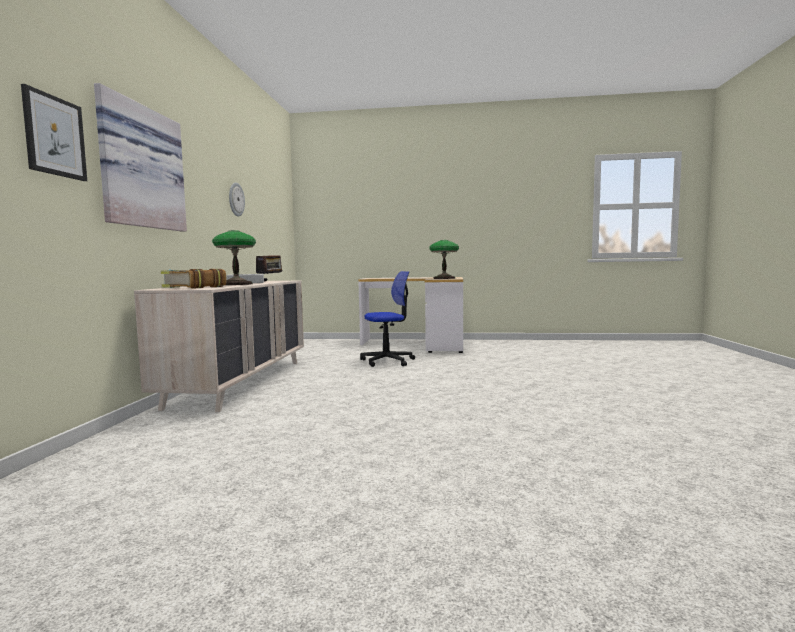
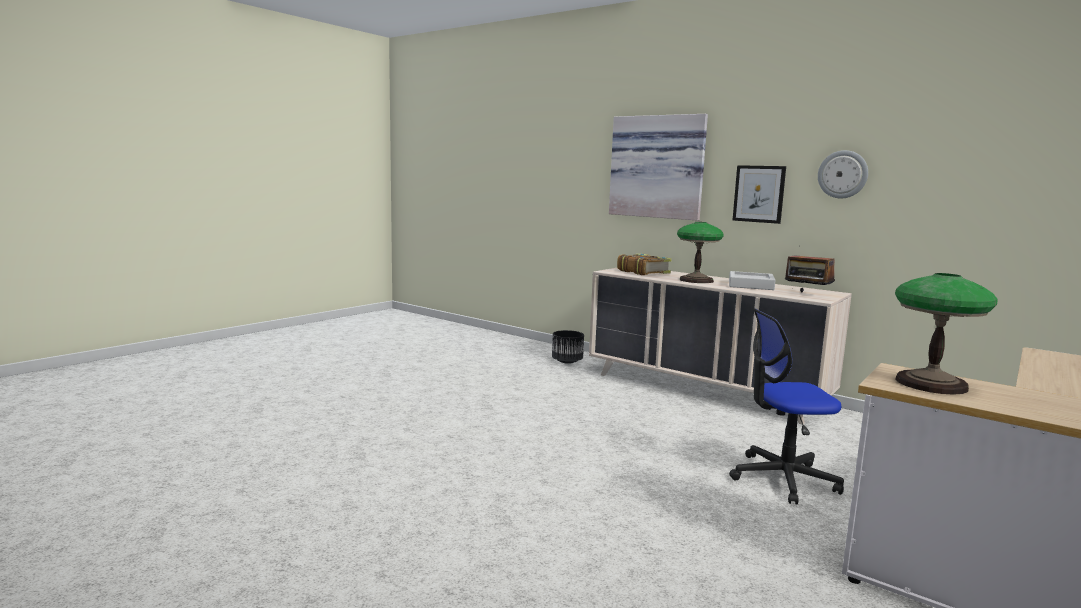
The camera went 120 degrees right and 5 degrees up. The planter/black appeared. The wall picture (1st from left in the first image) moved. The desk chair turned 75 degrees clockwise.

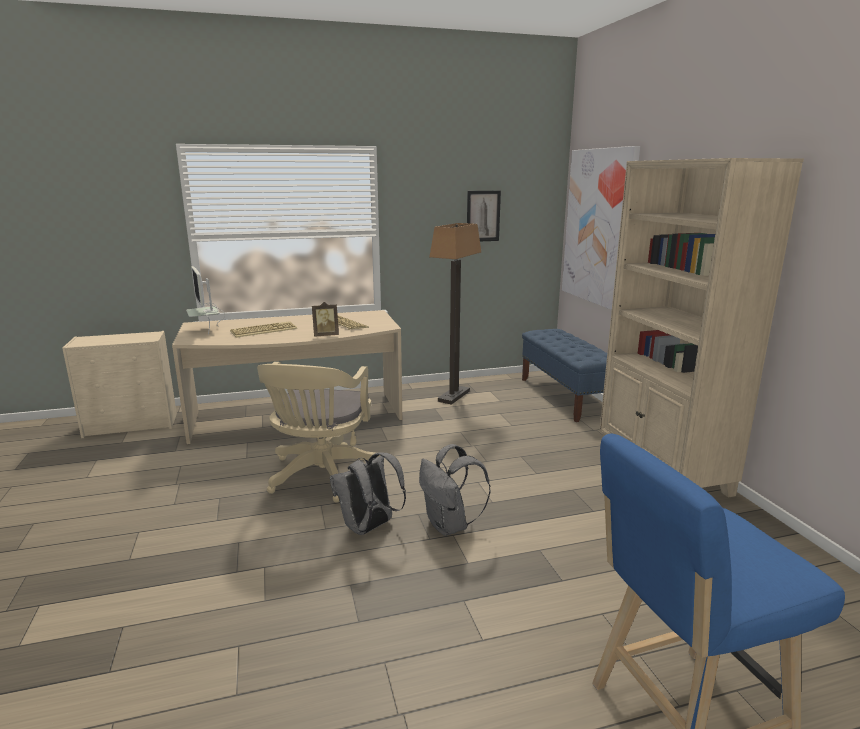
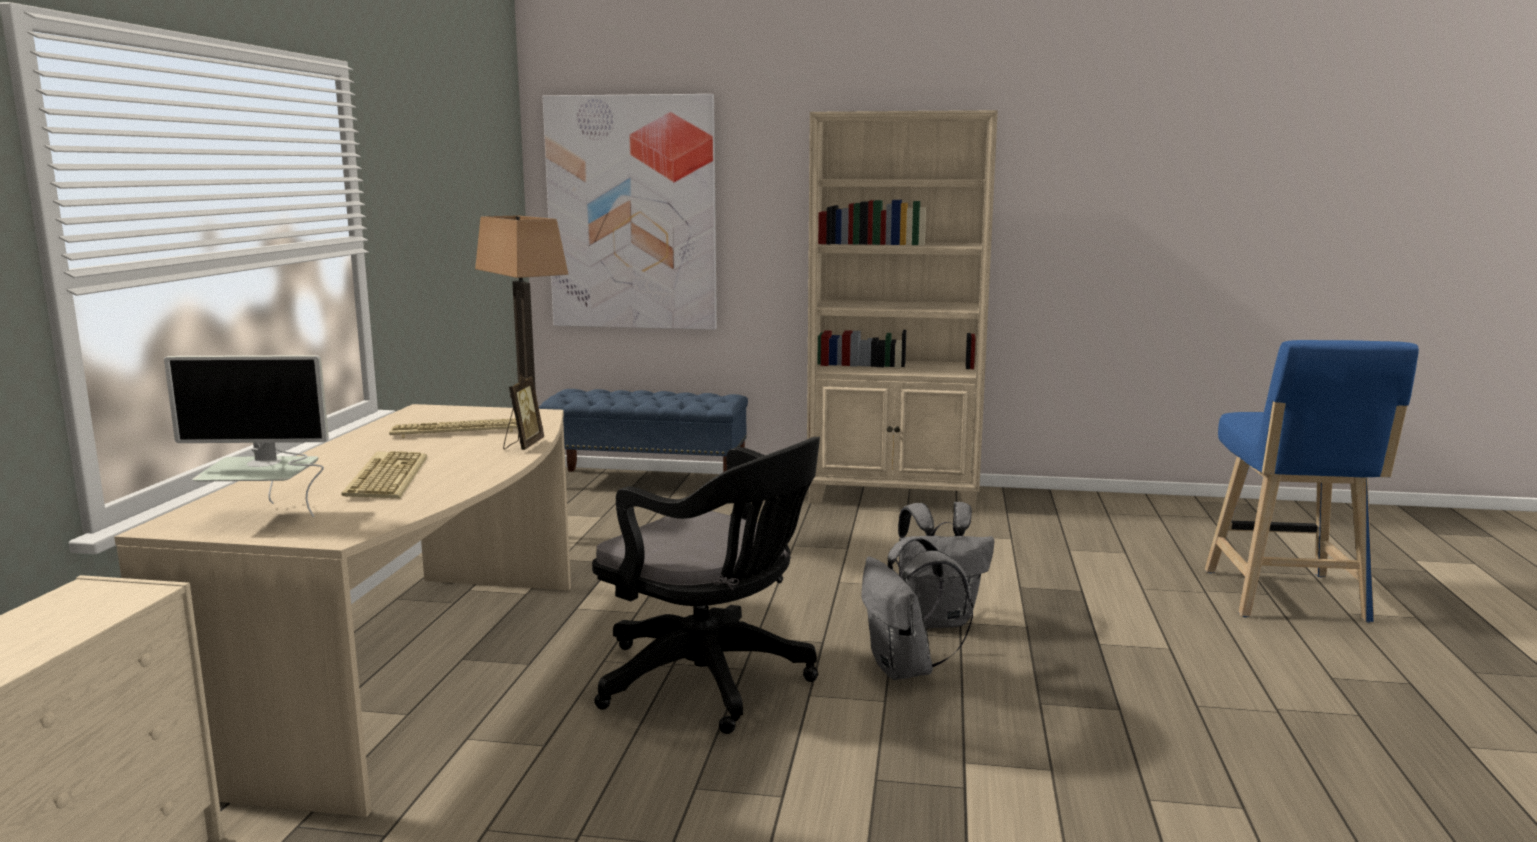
The camera went 65 degrees left and 5 degrees down. The wall picture (1st from left) disappeared. The desk chair/beige became the desk chair/black.

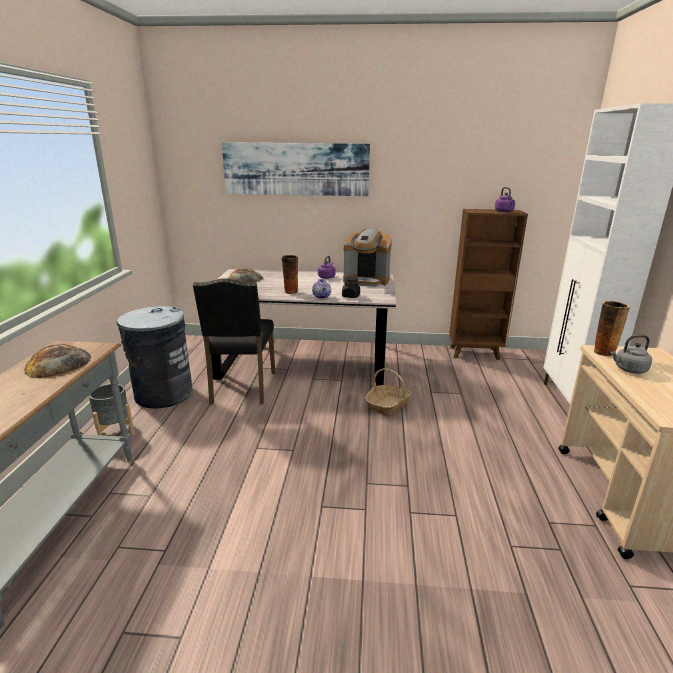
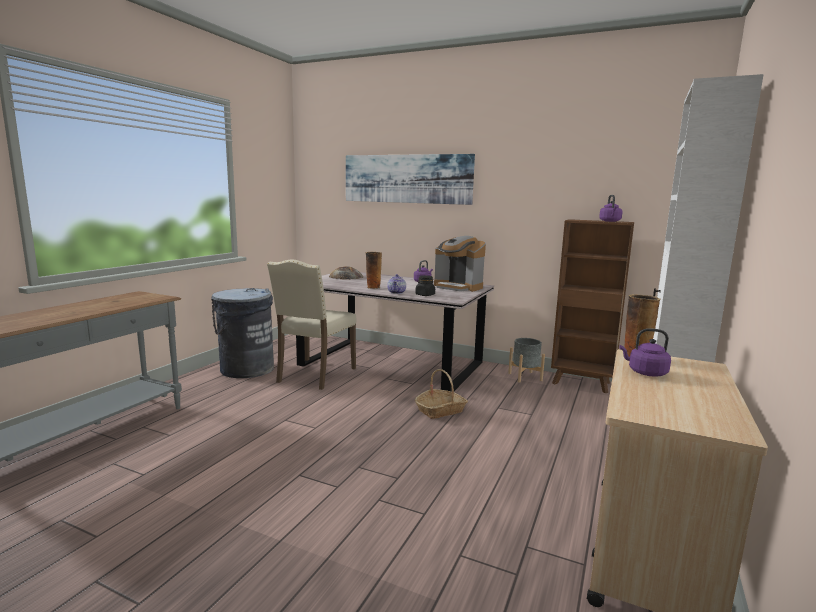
The camera went 20 degrees right and 10 degrees down. The bakery bread (1st from left) disappeared. The planter/greyish moved. The chair/black became the chair/beige. The water kettle/greyish became the water kettle/purple (3rd from left).

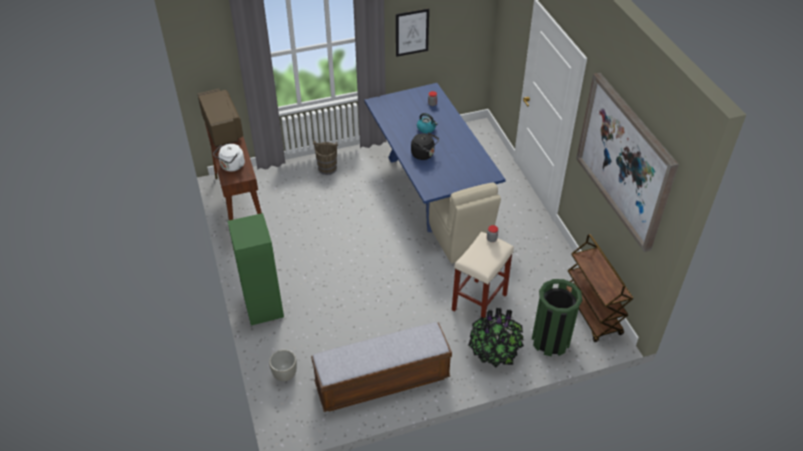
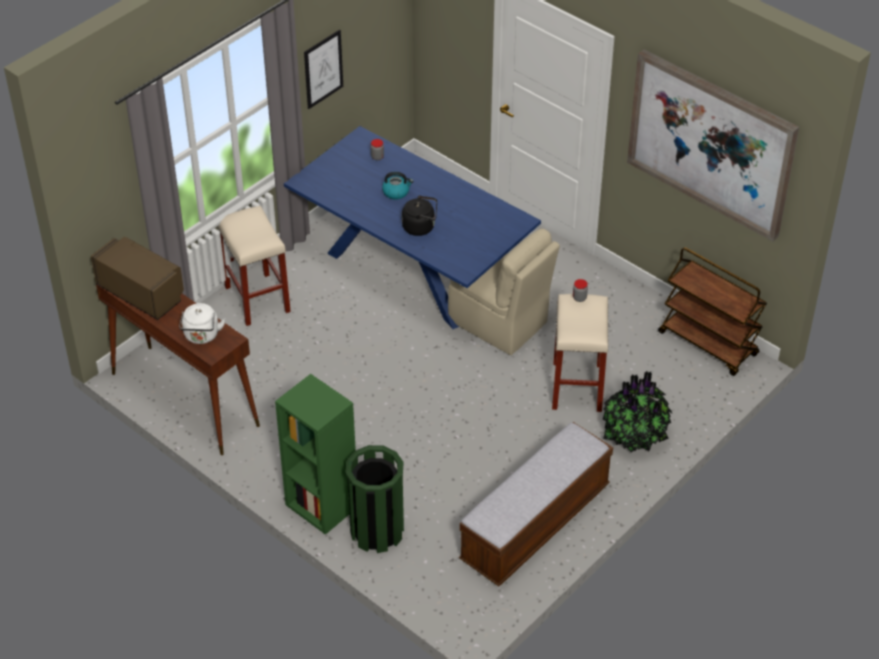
The camera went 30 degrees left and 0 degrees up. The planter/greyish disappeared. The rubbish bin/green-coloured moved. The bucket/brown-coloured was replaced by the stool seat/beige (1st from left).

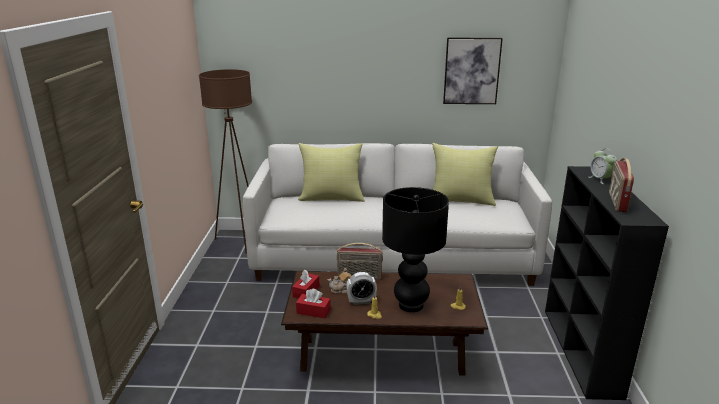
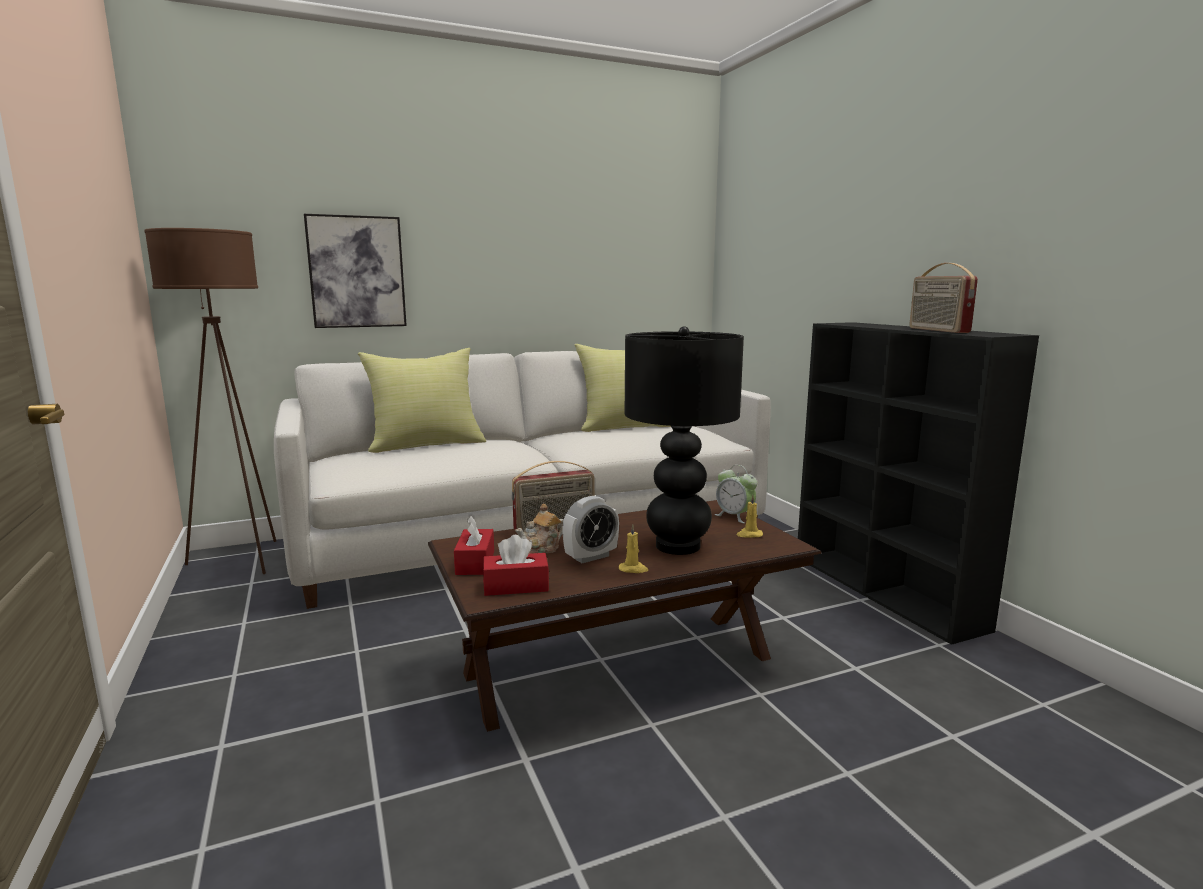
The camera went 25 degrees left and 10 degrees down. The wall picture moved. The bedside clock (2nd from left) moved.

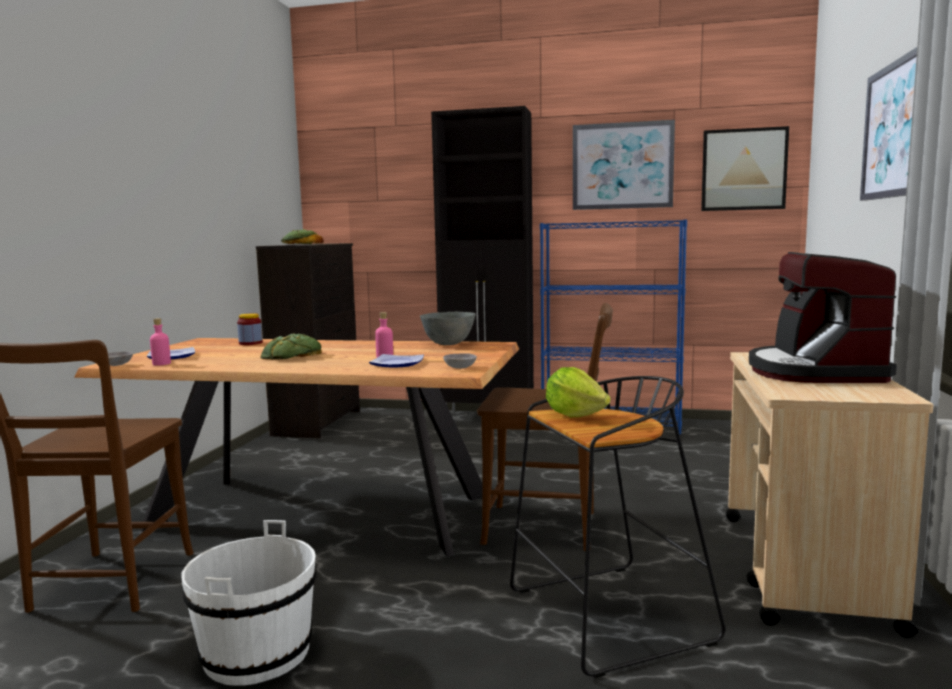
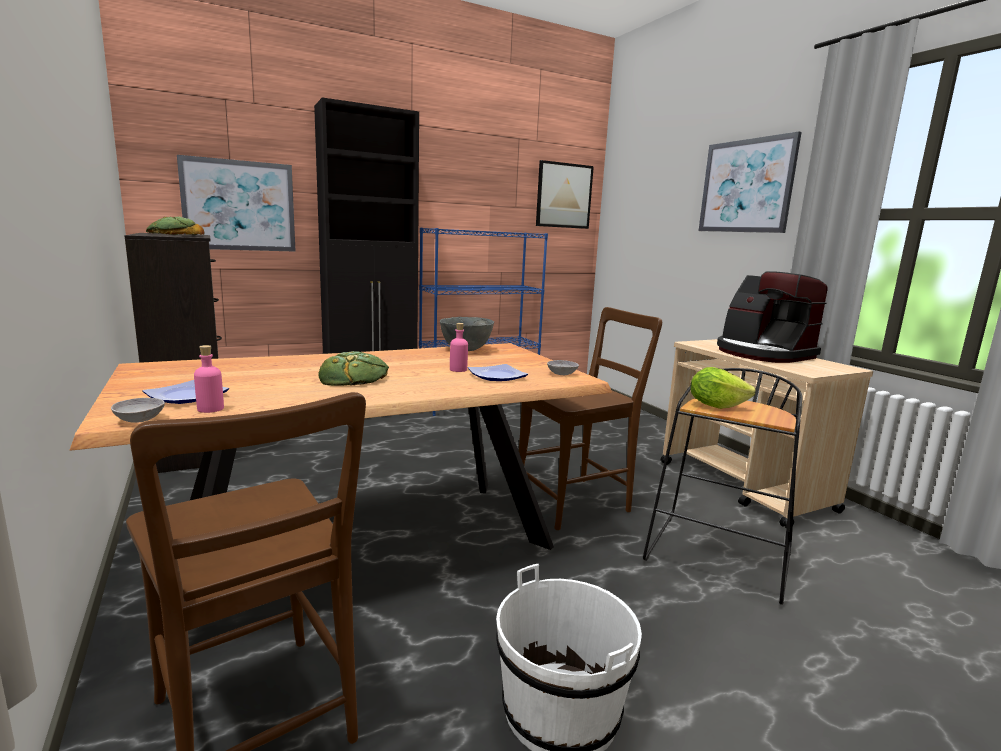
The camera went 40 degrees left and 5 degrees up. The jar disappeared. The wall picture (1st from left) moved.

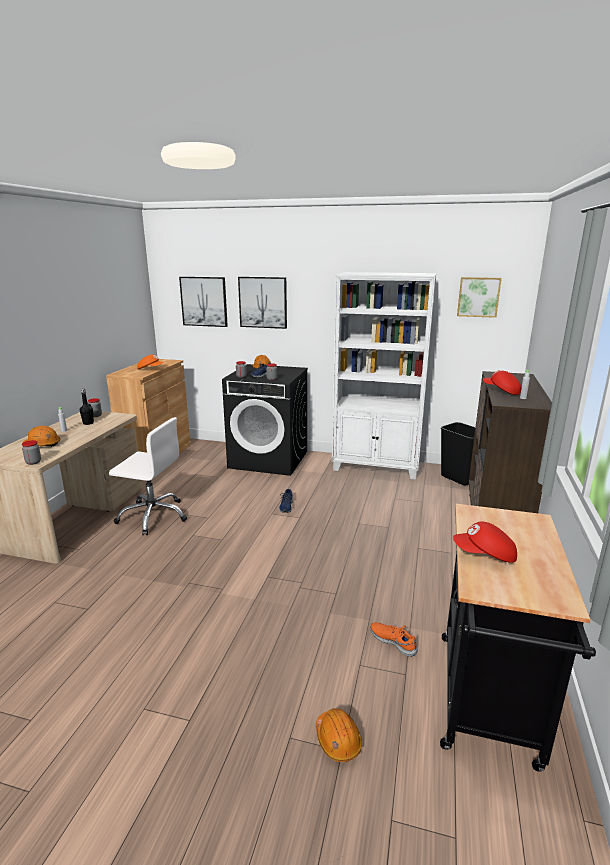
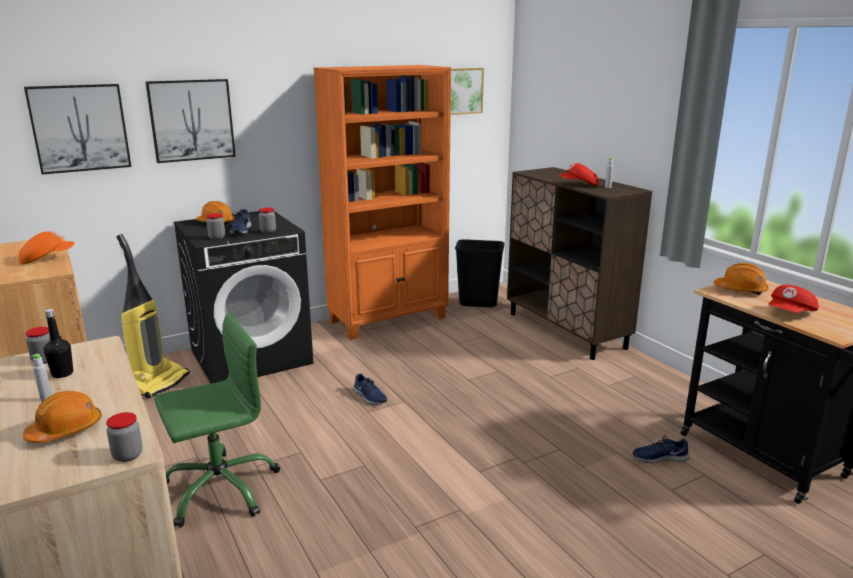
The camera went 45 degrees left and 0 degrees up. The hoover appeared. The hard hat/orange-coloured (3rd from left) moved. The desk chair/white-coloured became the desk chair/green-coloured. The bookcase/white-coloured became the bookcase/orange-coloured. The item of footwear/orange-coloured became the item of footwear/blue (3rd from left).

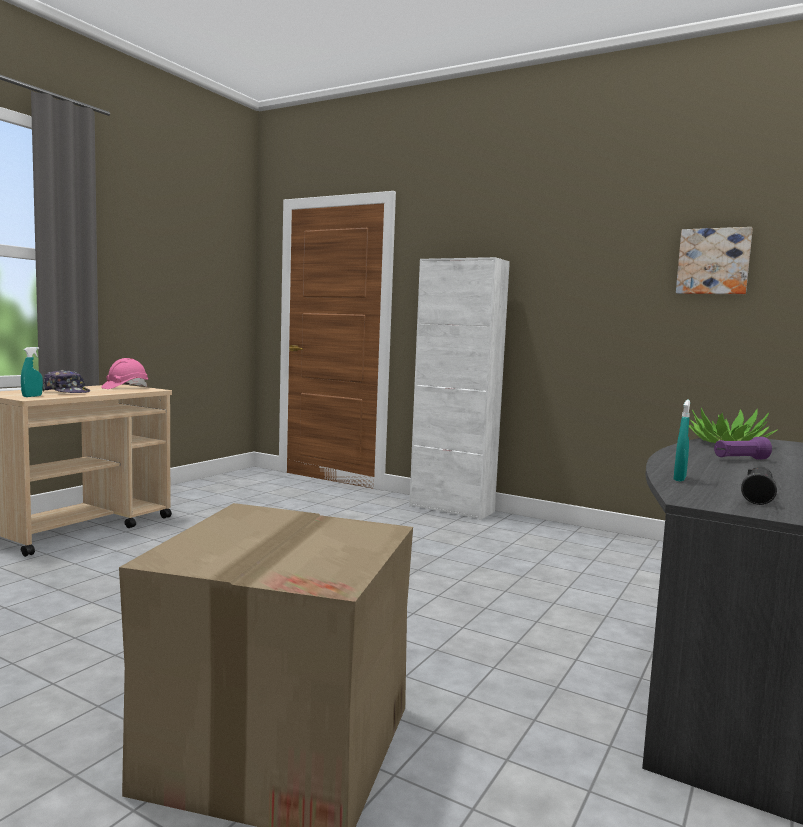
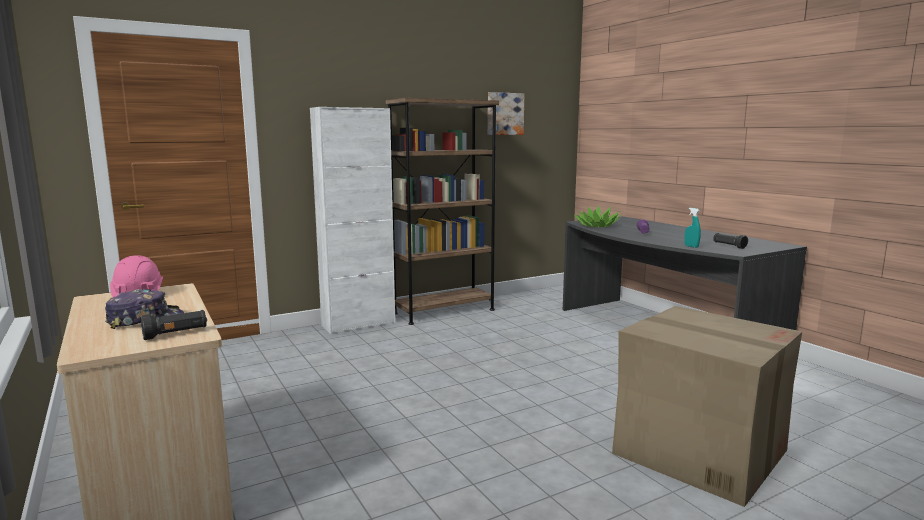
The camera went 60 degrees left and 5 degrees up. The bookcase/brown-coloured appeared. The sprayer/blue-green (1st from left) was replaced by the flashlight/black (1st from left).

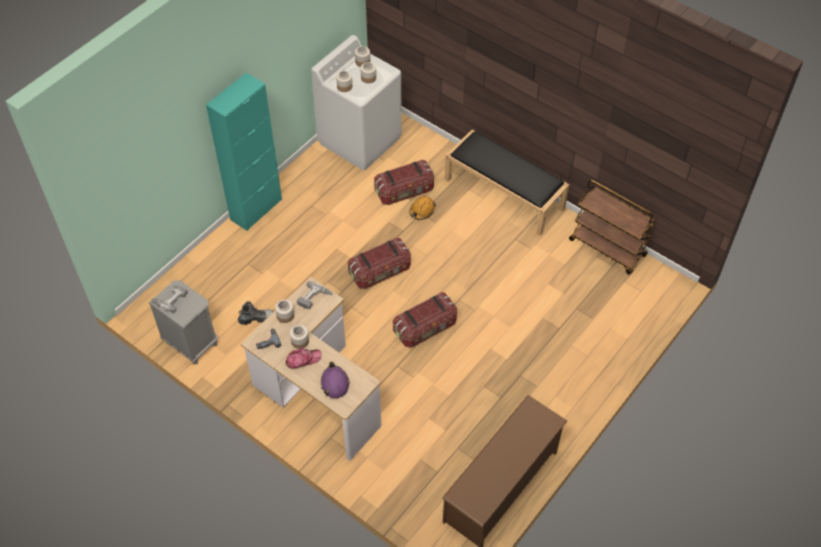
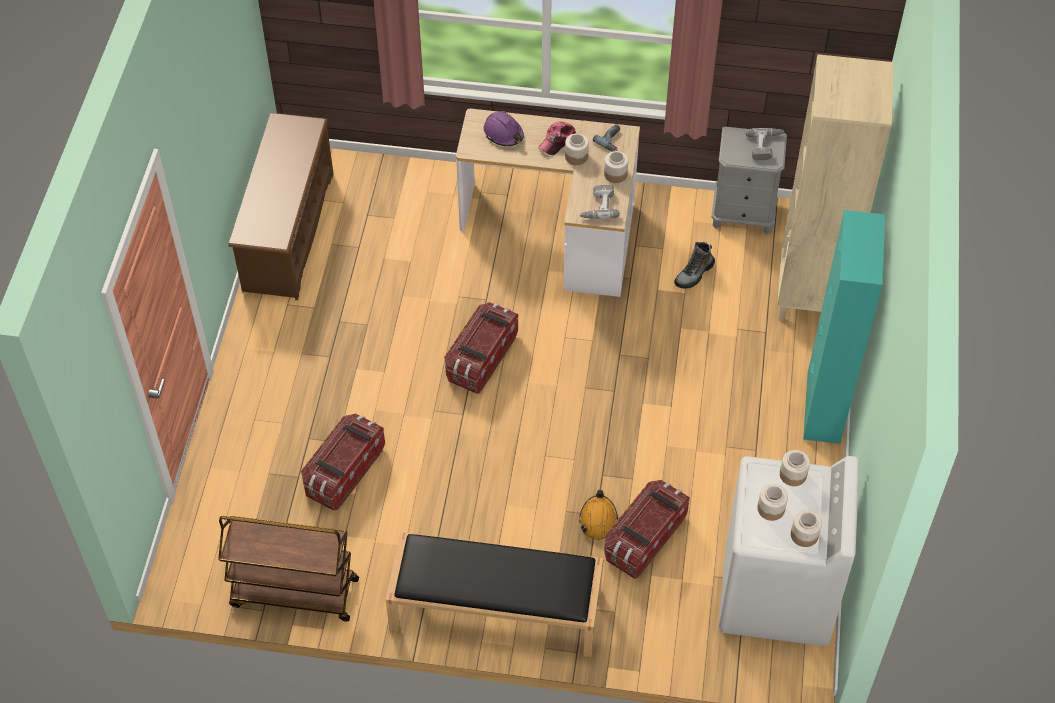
The camera went 150 degrees right and 0 degrees up. The bookcase/beige appeared. The storage bin (1st from left) moved.

